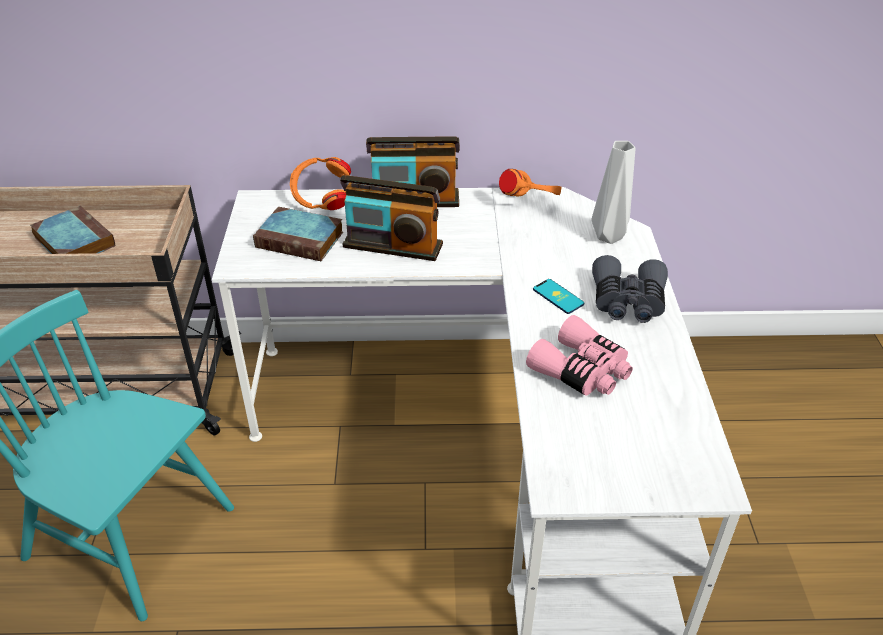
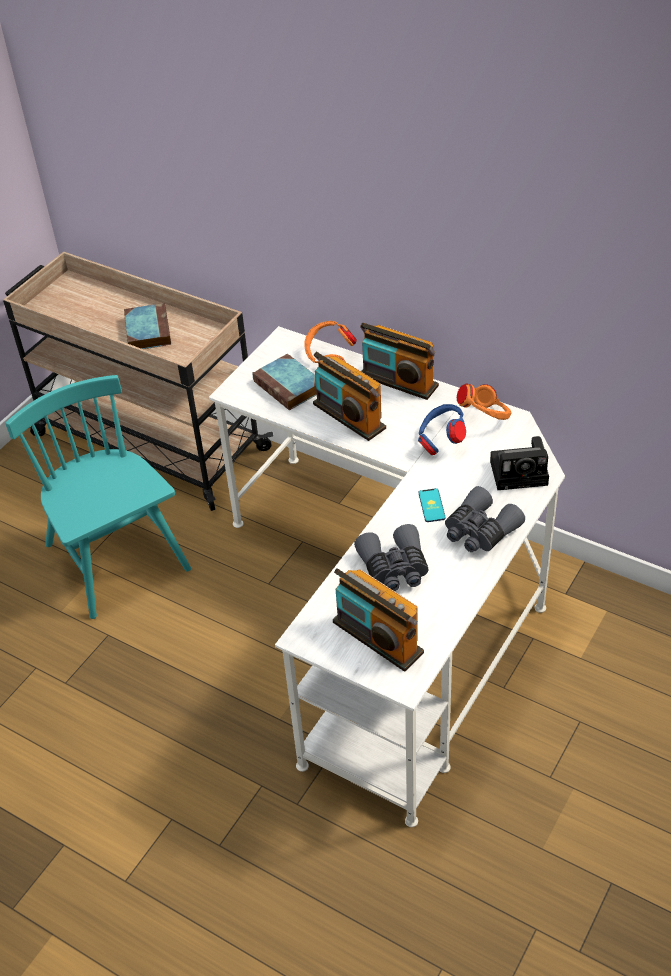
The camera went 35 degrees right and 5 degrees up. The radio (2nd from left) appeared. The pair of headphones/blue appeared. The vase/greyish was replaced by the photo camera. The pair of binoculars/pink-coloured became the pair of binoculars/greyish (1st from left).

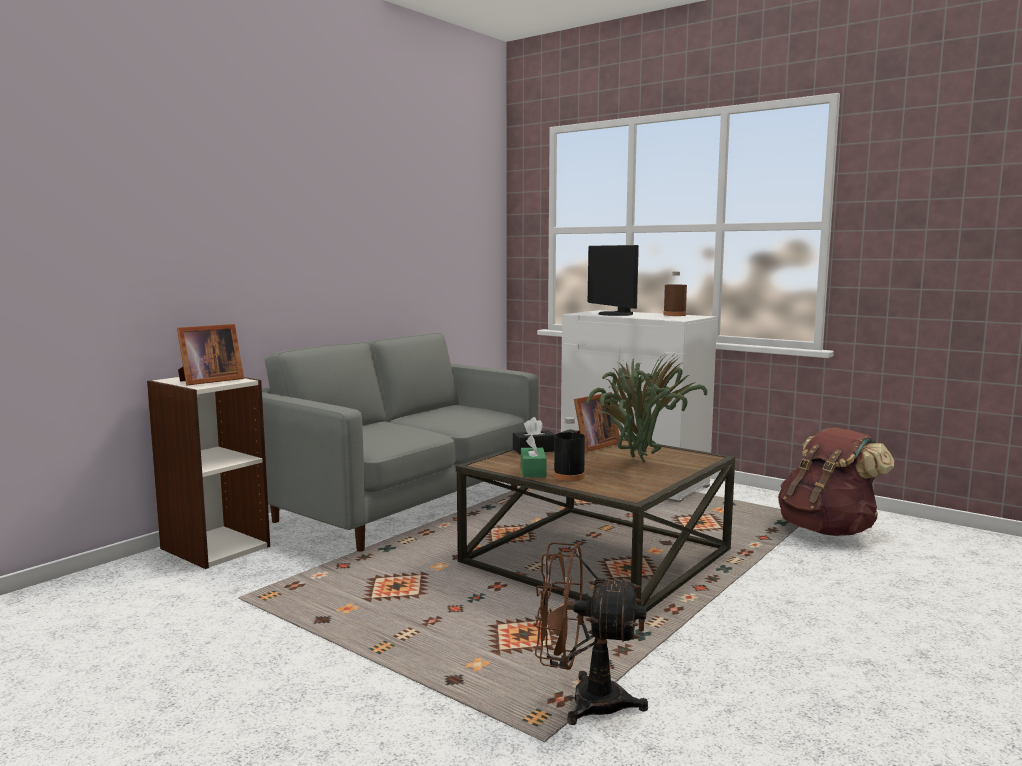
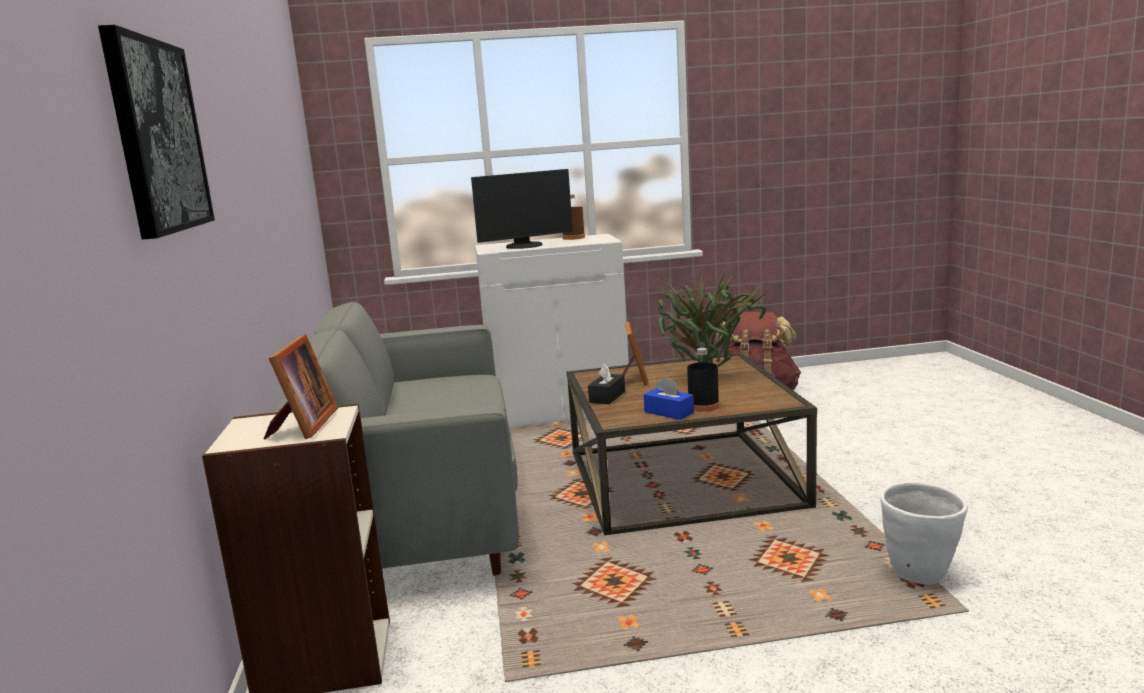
The camera went 45 degrees left and 5 degrees up. The wall picture appeared. The cooling fan/brown-coloured was replaced by the planter/white-coloured. The tissue holder/green-coloured became the tissue holder/blue. The monitor turned 45 degrees counterclockwise.

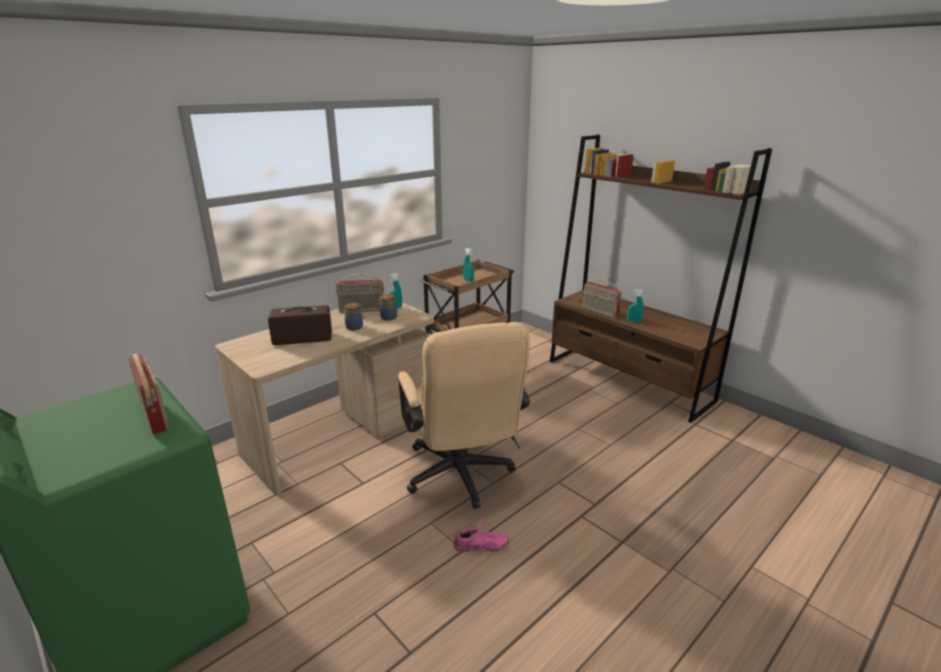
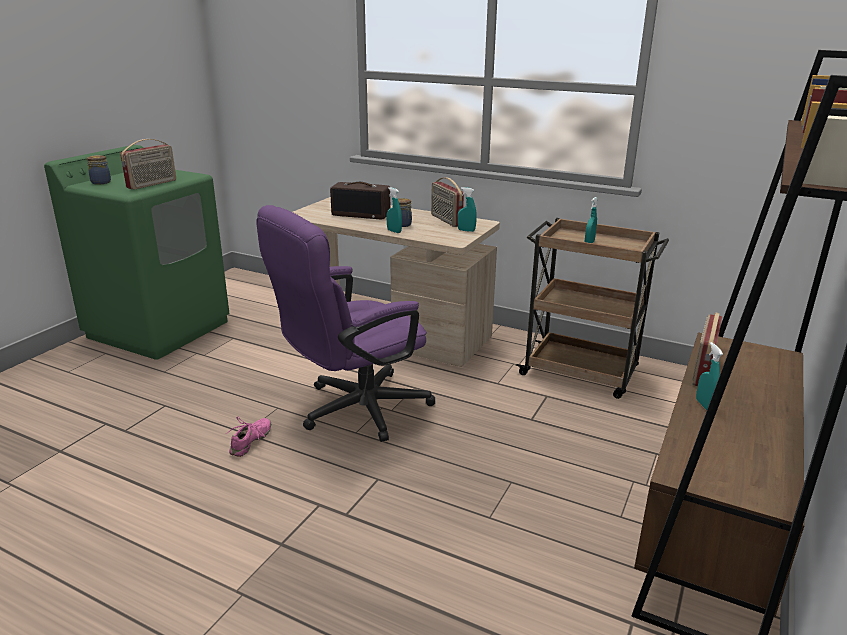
The camera went 70 degrees right and 0 degrees up. The sprayer/blue-green (1st from left) appeared. The jar (2nd from left in the first image) moved. The desk chair/beige became the desk chair/purple. The radio (2nd from left) turned 135 degrees clockwise. The item of footwear/pink-coloured turned 135 degrees counterclockwise.

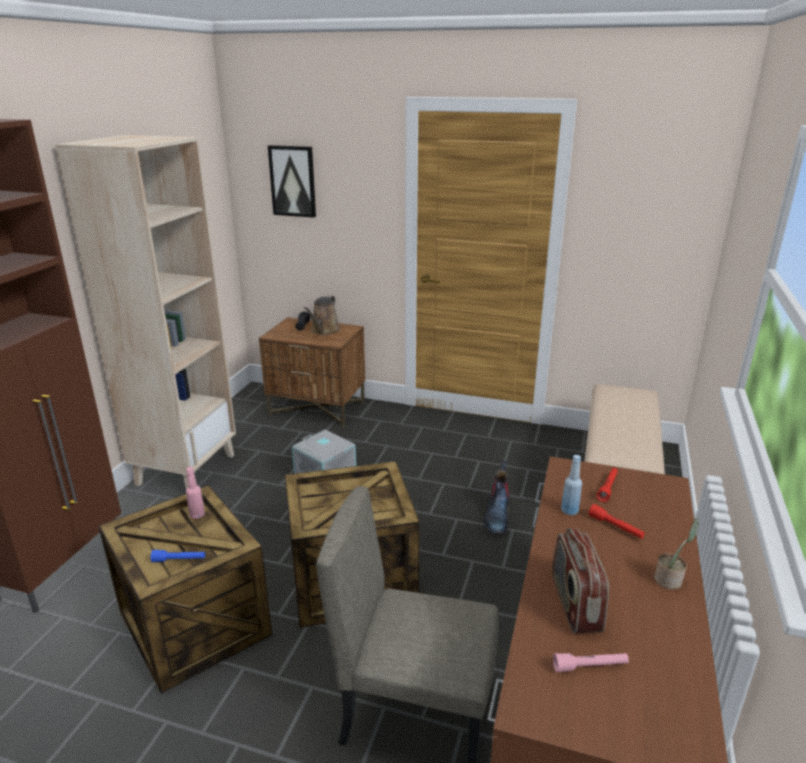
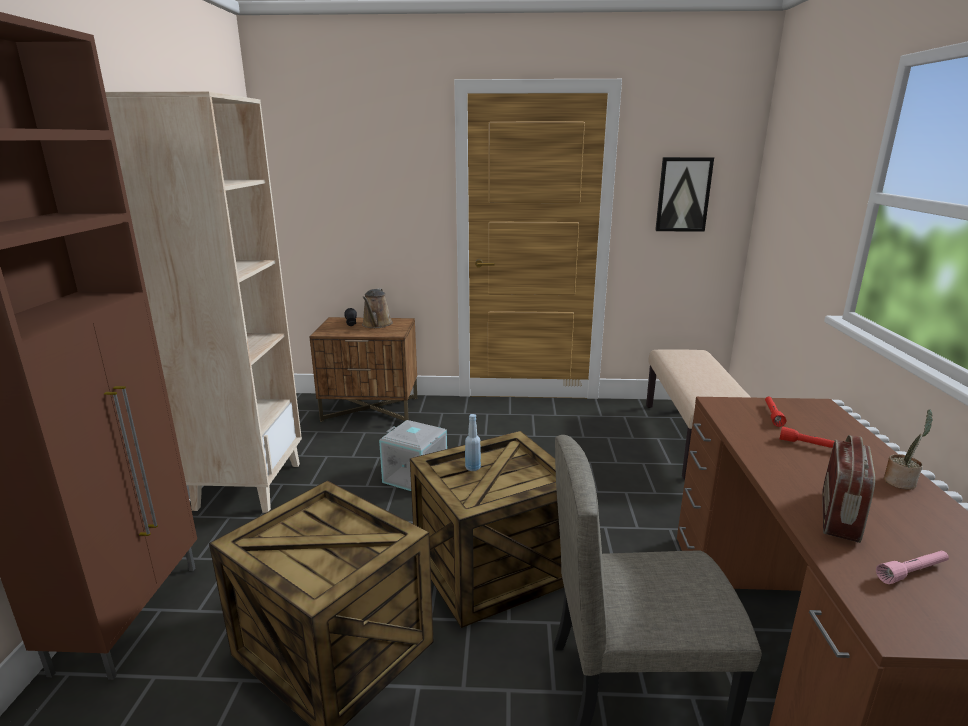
The camera went 15 degrees left and 5 degrees down. The flashlight/blue disappeared. The drink bottle/pink-coloured disappeared. The high-top boot disappeared. The wall picture moved. The drink bottle/blue moved. The radio turned 135 degrees counterclockwise.

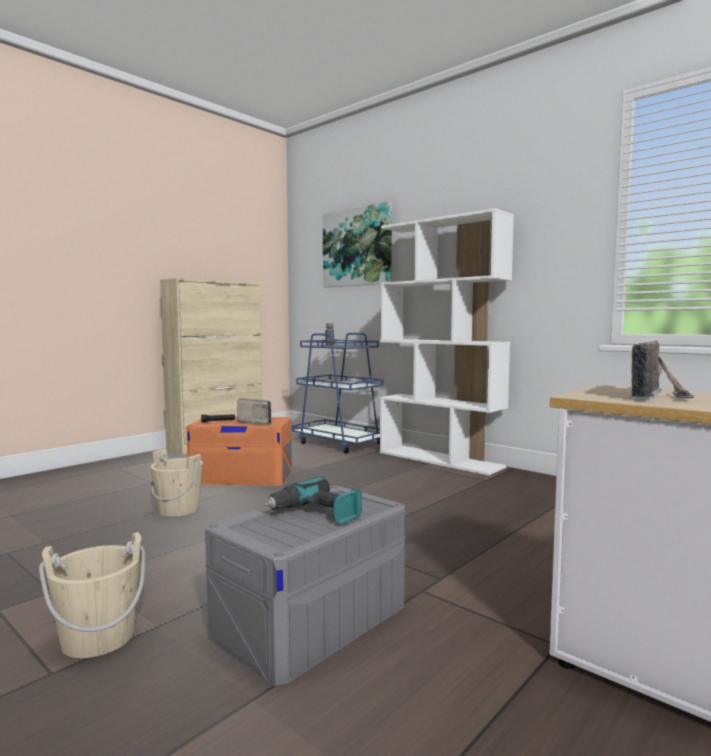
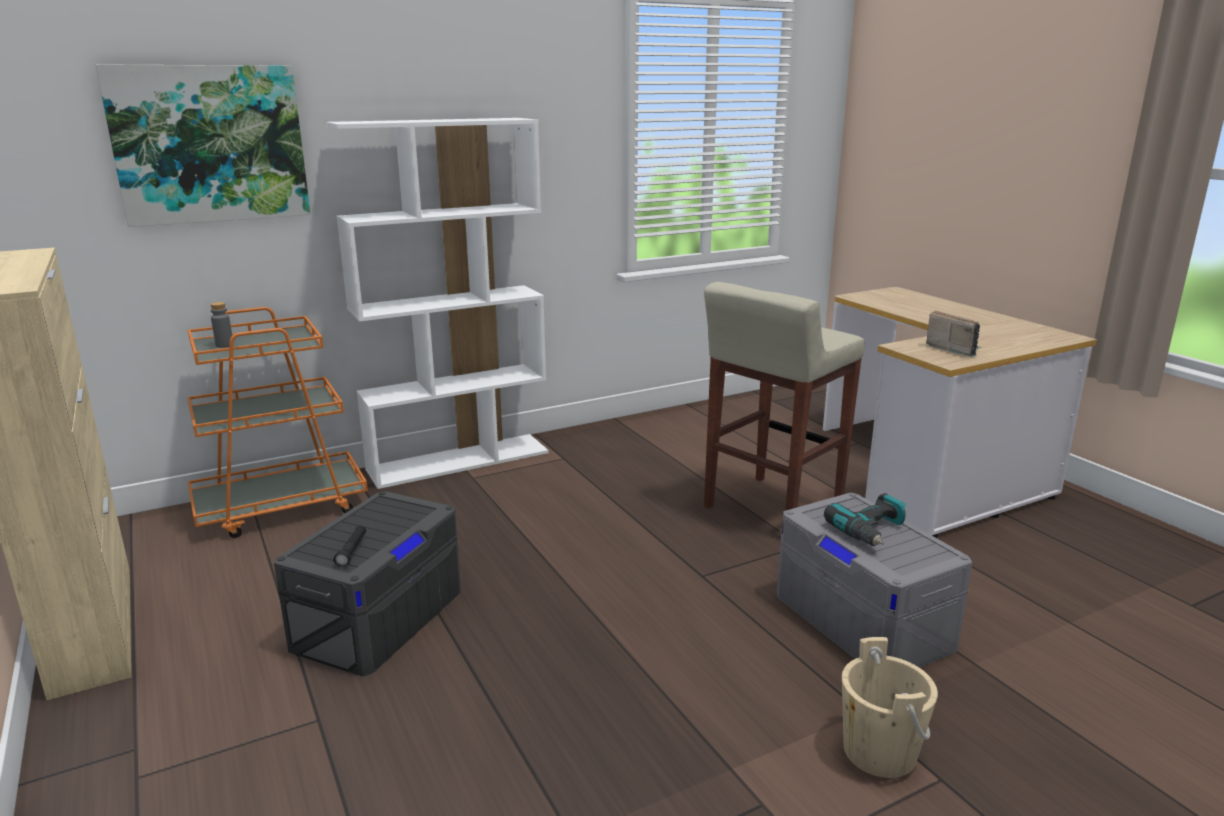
The camera went 70 degrees left and 15 degrees up. The bucket/beige (2nd from left) disappeared. The radio (1st from left) disappeared. The stool seat/beige appeared. The storage bin/orange-coloured became the storage bin/greyish (1st from left). The trolley/blue became the trolley/orange-coloured.

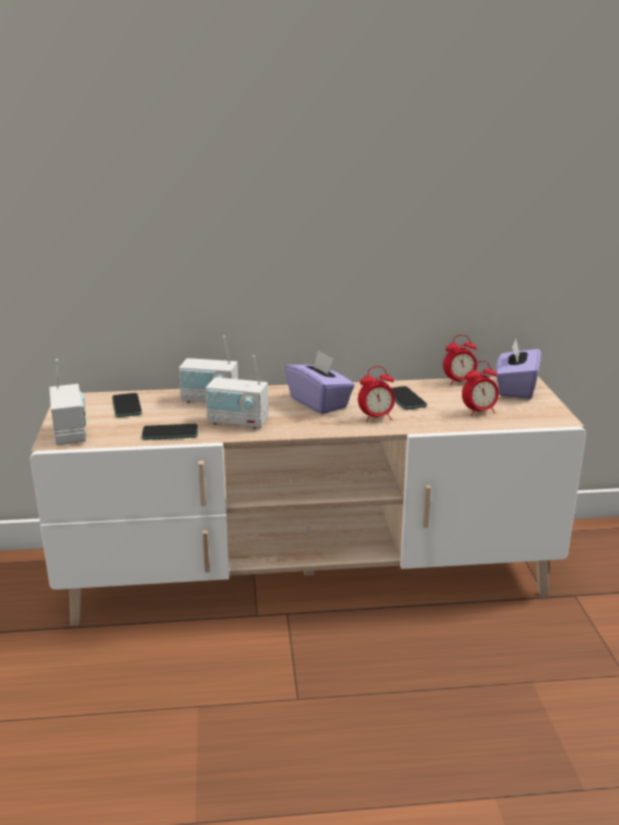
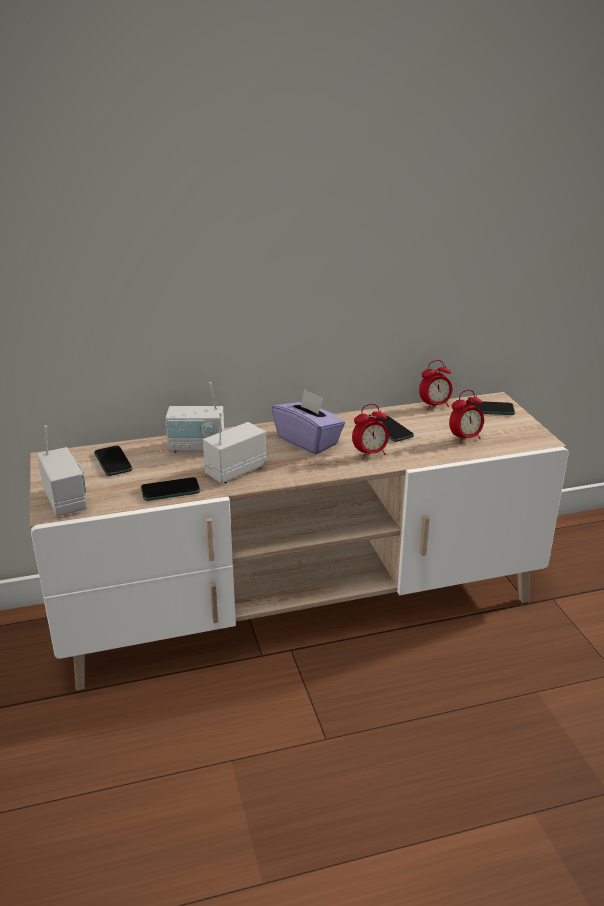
The camera went 10 degrees left and 5 degrees up. The tissue holder/purple (2nd from left) was replaced by the phone (4th from left). The radio (3rd from left) turned 135 degrees clockwise.

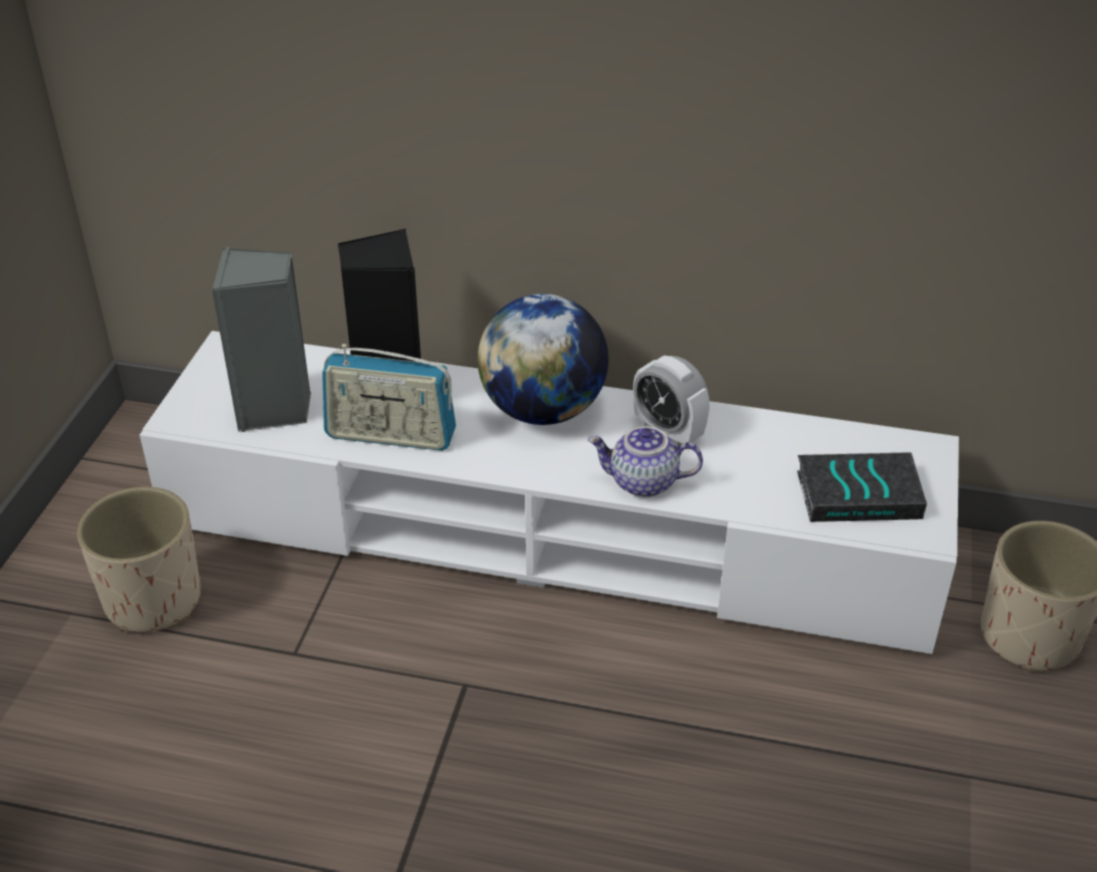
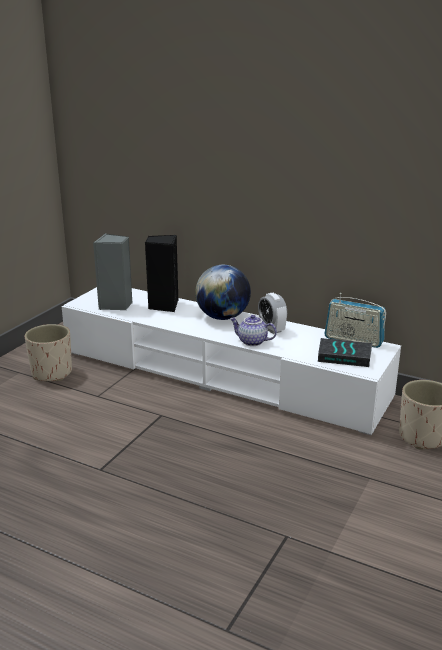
The camera went 15 degrees right and 15 degrees down. The radio moved.

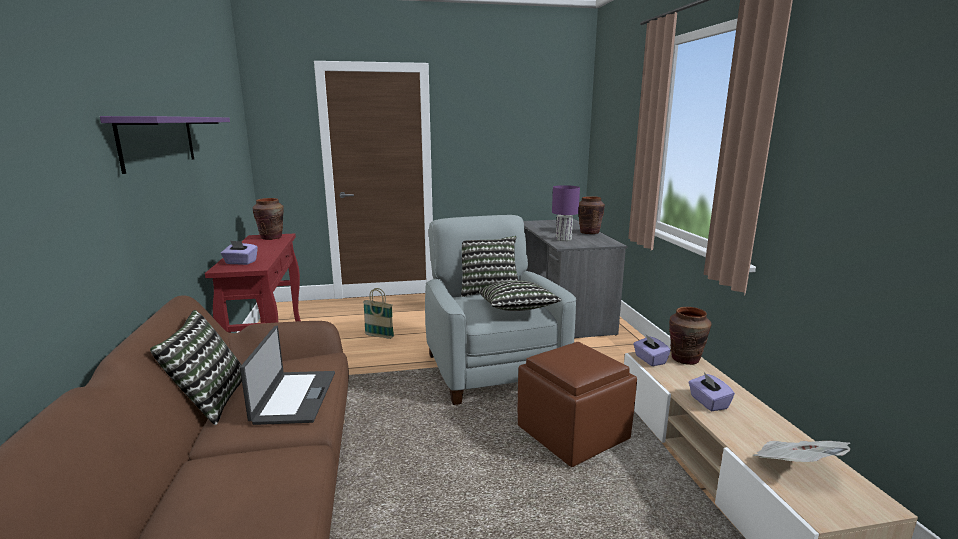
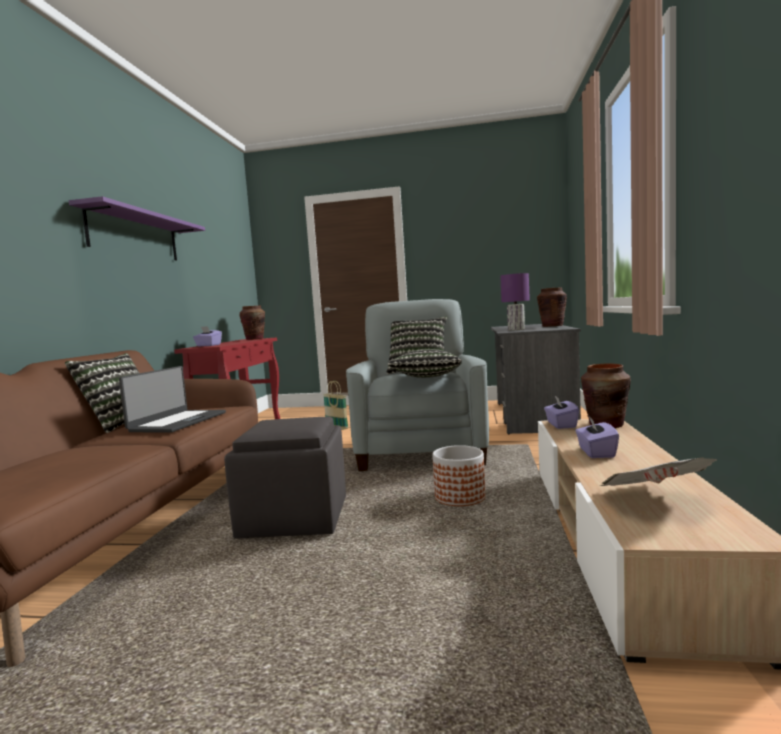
The camera went 20 degrees right and 10 degrees down. The footrest/greyish appeared. The footrest/brown-coloured was replaced by the planter.

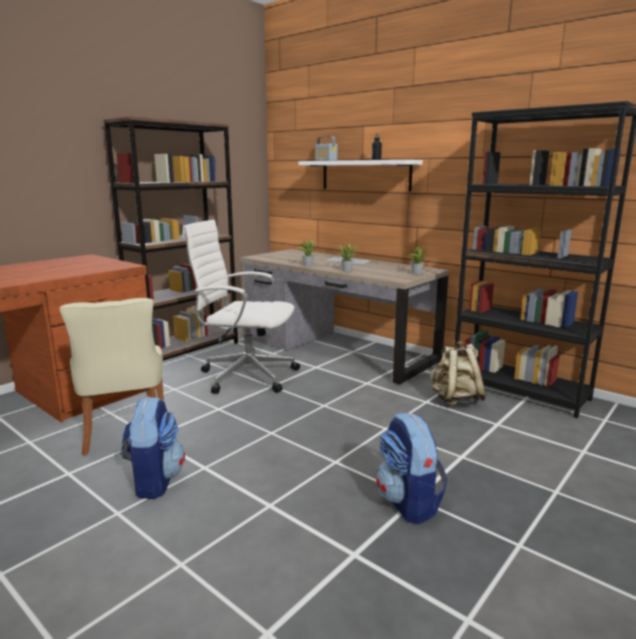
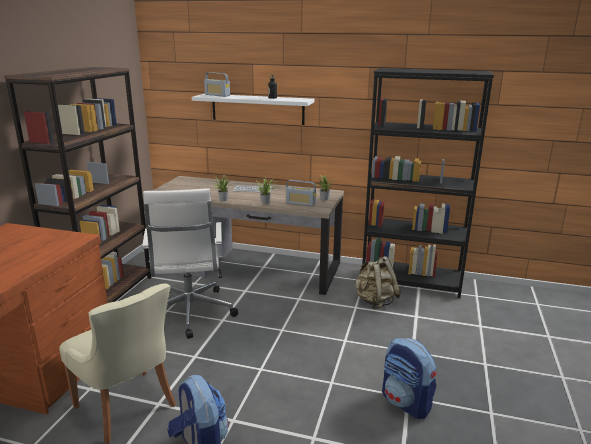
The camera went 25 degrees left and 5 degrees up. The radio (2nd from left) appeared. The desk chair/white-coloured turned 90 degrees counterclockwise.

